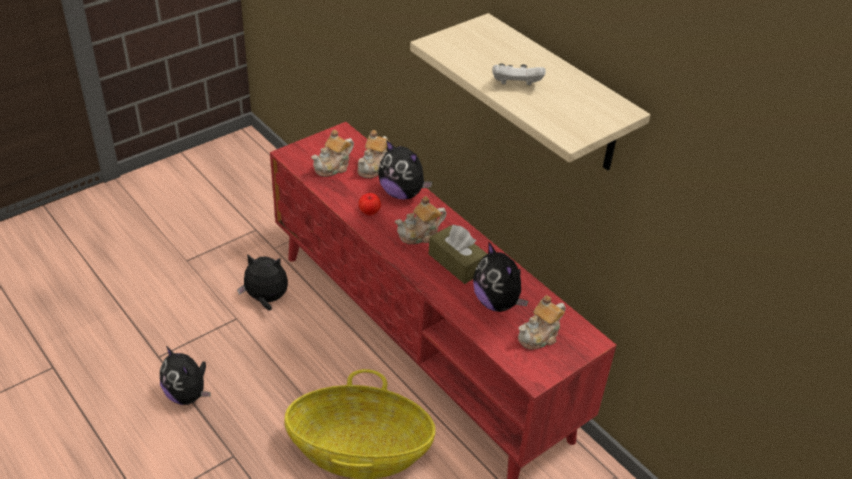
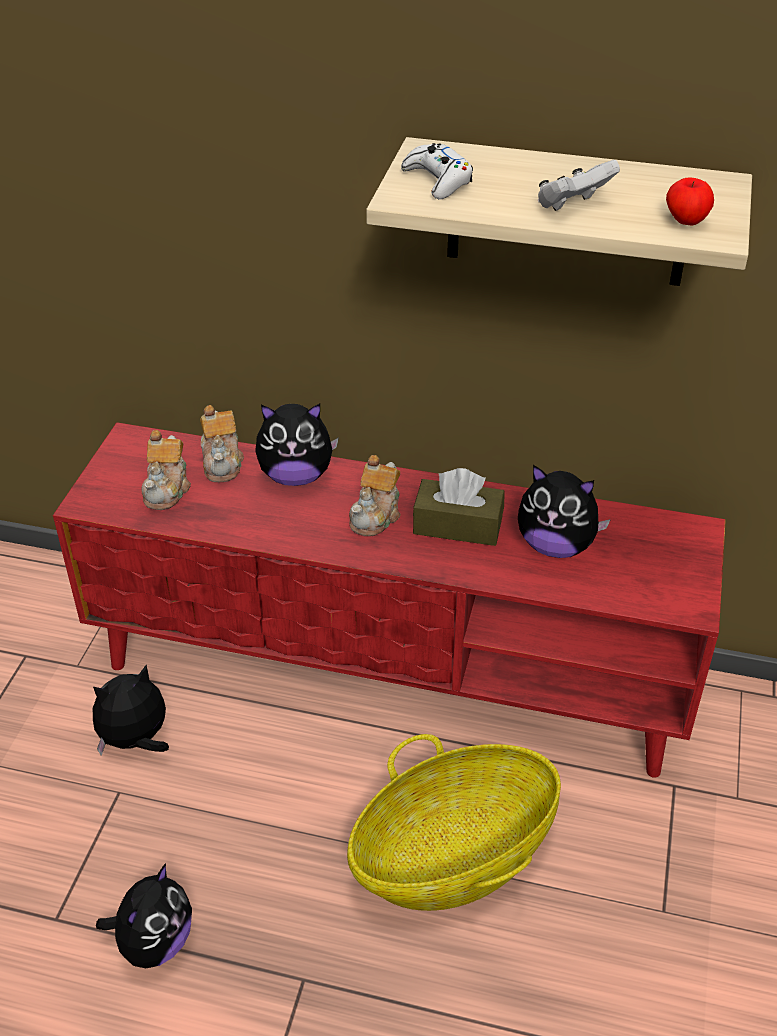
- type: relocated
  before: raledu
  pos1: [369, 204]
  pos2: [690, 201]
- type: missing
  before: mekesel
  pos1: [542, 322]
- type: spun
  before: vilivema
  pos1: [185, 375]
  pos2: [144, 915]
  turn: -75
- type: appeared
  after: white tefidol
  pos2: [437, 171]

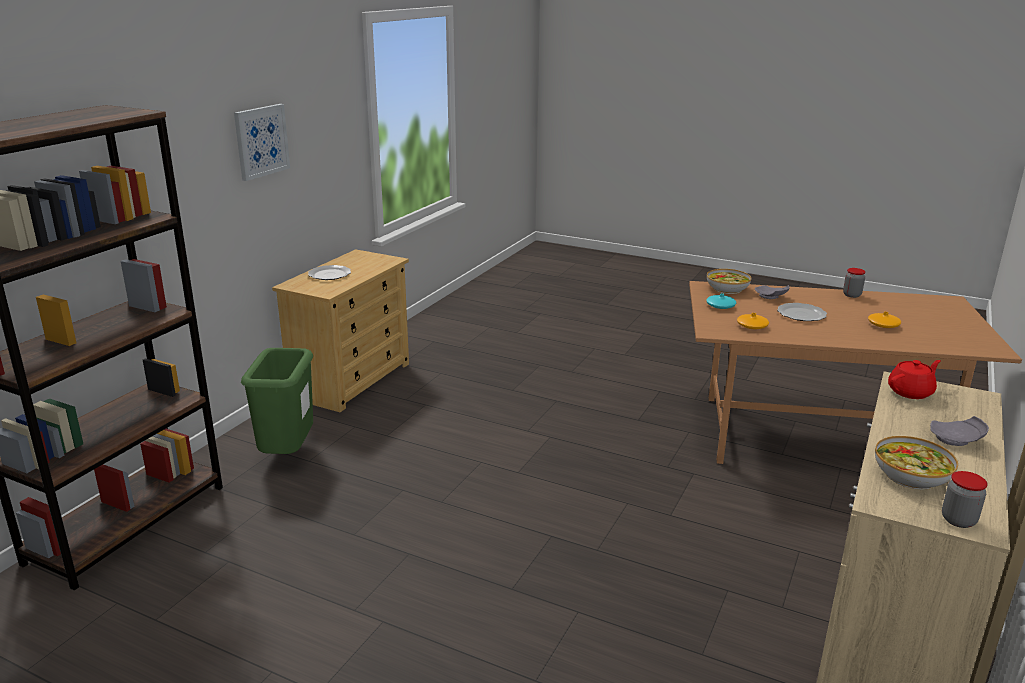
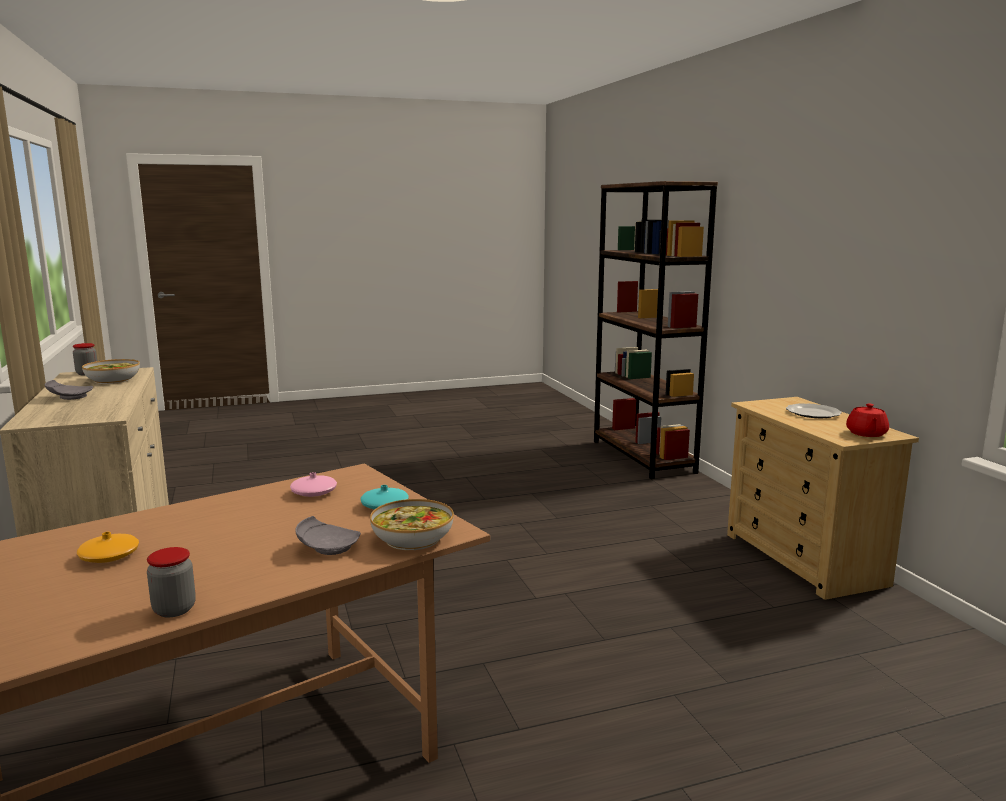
- type: missing
  before: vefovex
  pos1: [262, 142]
- type: missing
  before: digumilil
  pos1: [802, 312]
- type: colour
  before: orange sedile
  after: pink sedile
  pos1: [753, 321]
  pos2: [313, 484]
- type: missing
  before: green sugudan
  pos1: [277, 401]
- type: relocated
  before: red mekesel
  pos1: [914, 379]
  pos2: [867, 420]

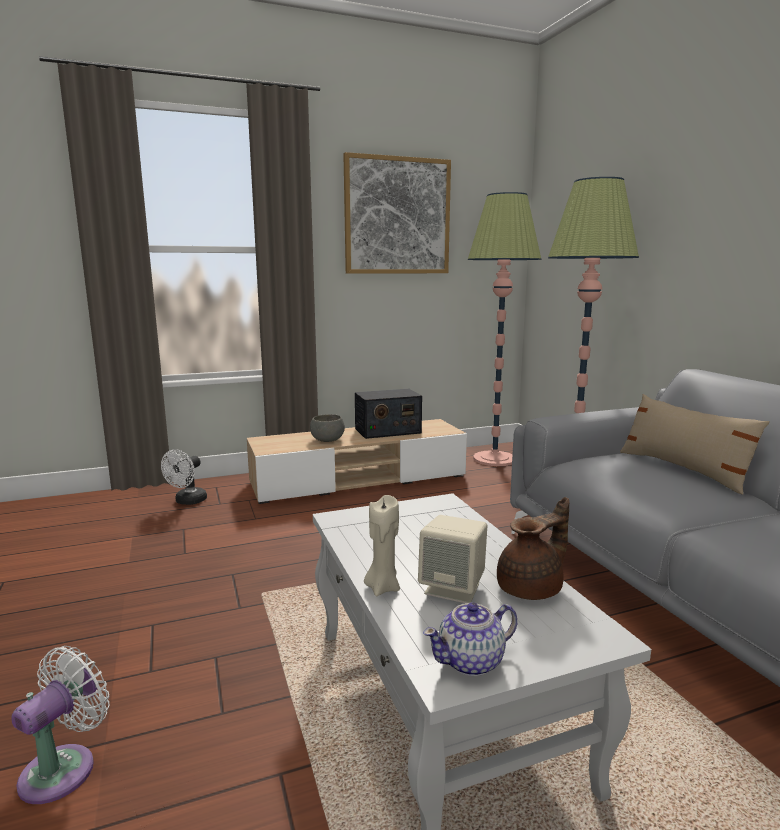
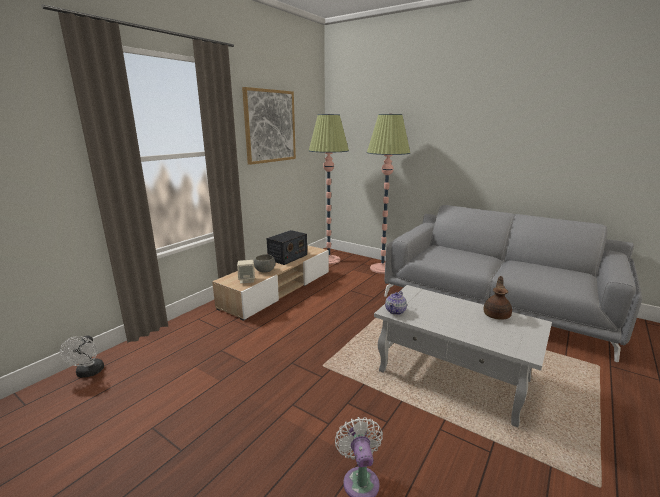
- type: missing
  before: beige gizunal
  pos1: [695, 444]
- type: relocated
  before: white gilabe
  pos1: [184, 477]
  pos2: [82, 356]
- type: missing
  before: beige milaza
  pos1: [382, 545]
- type: relocated
  before: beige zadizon
  pos1: [453, 559]
  pos2: [246, 272]
- type: relocated
  before: mekesel
  pos1: [470, 639]
  pos2: [396, 303]

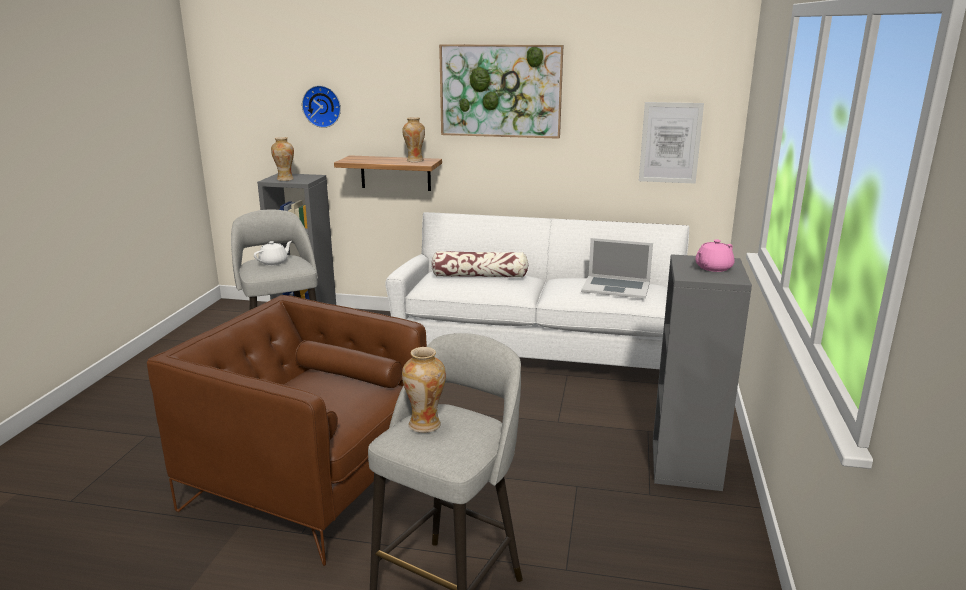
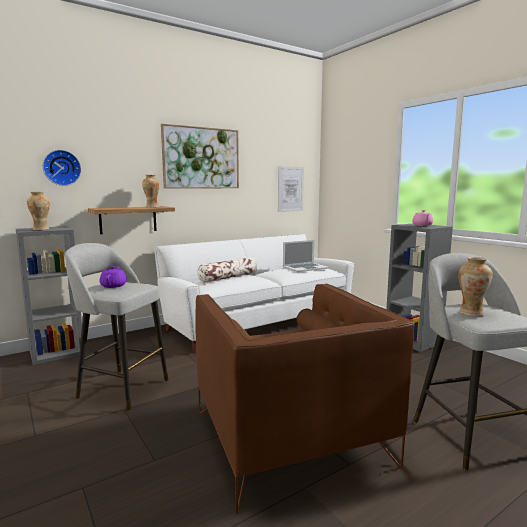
- type: colour
  before: white mekesel
  after: purple mekesel
  pos1: [273, 253]
  pos2: [113, 277]
- type: spun
  before: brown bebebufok
  pos1: [287, 430]
  pos2: [304, 398]
  turn: -90

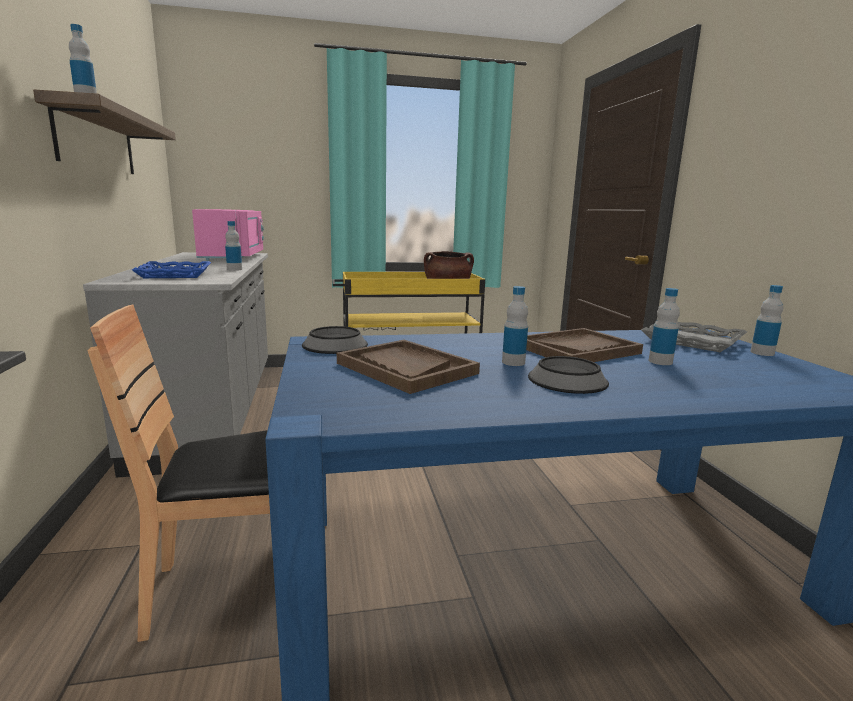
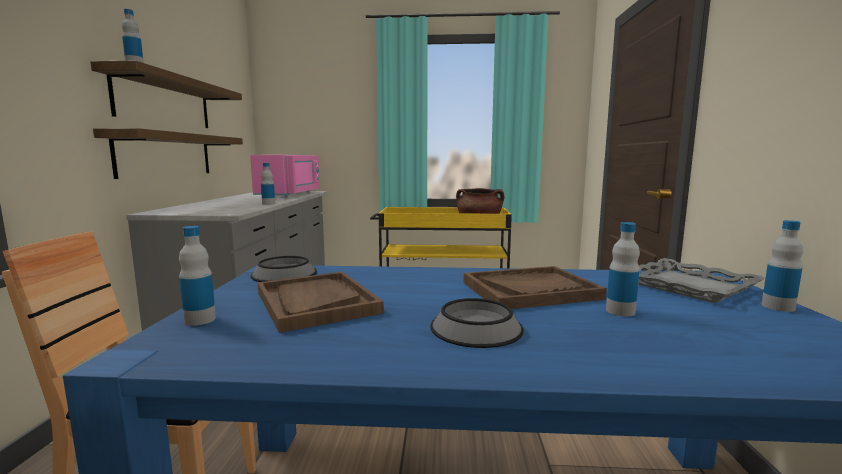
- type: missing
  before: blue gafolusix
  pos1: [171, 269]
- type: relocated
  before: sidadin
  pos1: [515, 326]
  pos2: [197, 276]
- type: appeared
  after: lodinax
  pos2: [168, 153]

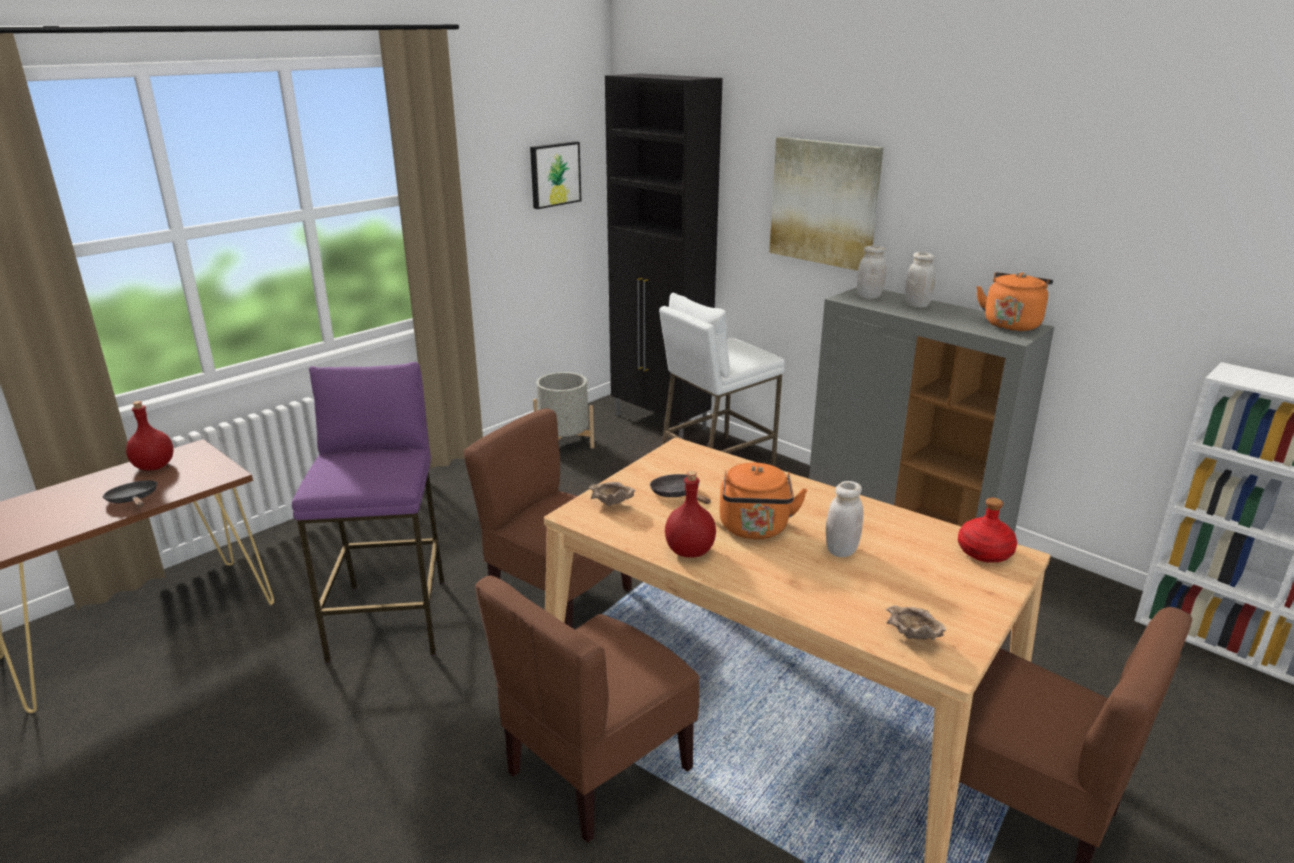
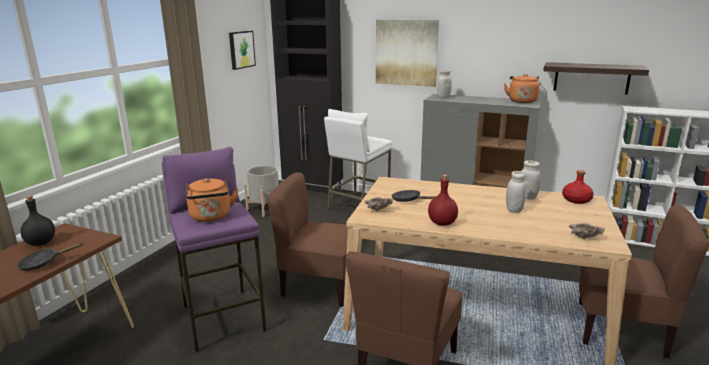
- type: relocated
  before: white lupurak
  pos1: [920, 279]
  pos2: [531, 179]
- type: colour
  before: red sidadin
  after: black sidadin
  pos1: [149, 435]
  pos2: [38, 221]
- type: relocated
  before: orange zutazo
  pos1: [763, 500]
  pos2: [212, 200]
- type: spun
  before: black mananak
  pos1: [130, 493]
  pos2: [50, 256]
  turn: -60
- type: appeared
  after: lodinax
  pos2: [596, 78]

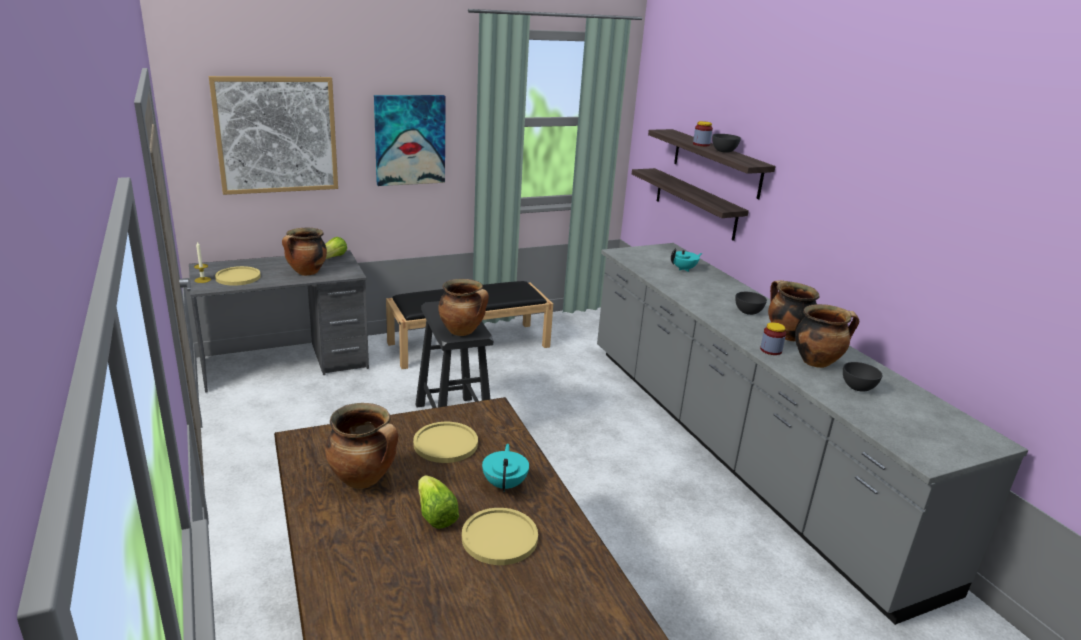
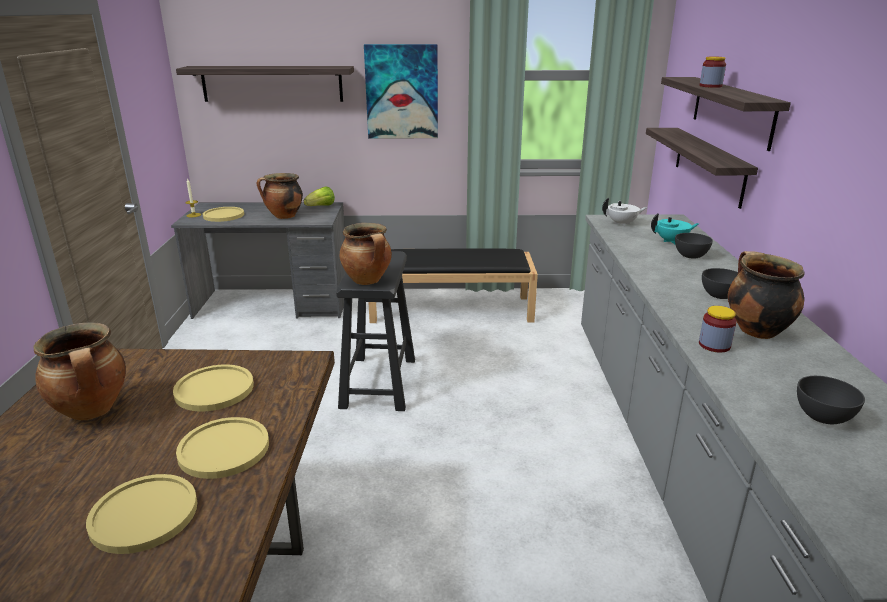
- type: exchanged
  before: vefovex
  after: lodinax
  pos1: [273, 135]
  pos2: [265, 84]
- type: relocated
  before: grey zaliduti
  pos1: [726, 143]
  pos2: [694, 246]
- type: missing
  before: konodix
  pos1: [827, 336]
- type: exchanged
  before: turquoise mekesel
  after: yellow digumilil
  pos1: [505, 468]
  pos2: [222, 448]
- type: missing
  before: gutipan
  pos1: [438, 502]
- type: appeared
  after: white mekesel
  pos2: [624, 212]

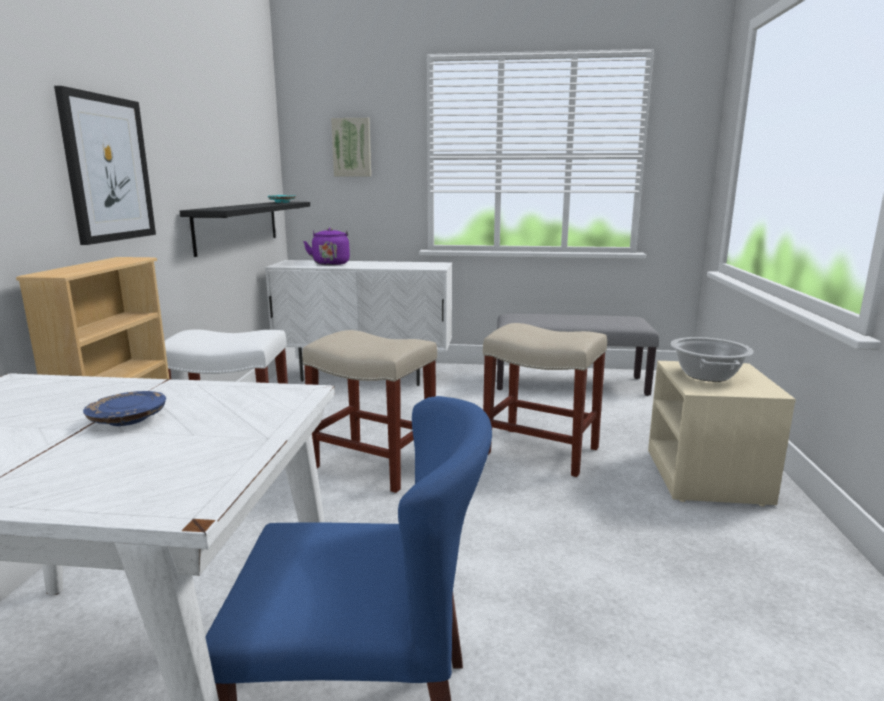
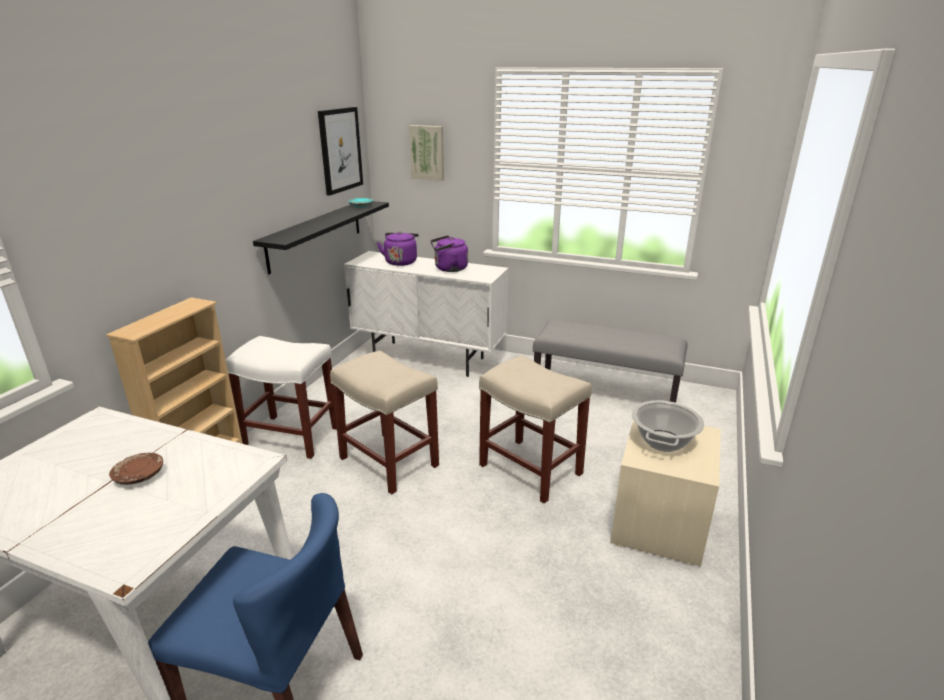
- type: relocated
  before: vefovex
  pos1: [105, 165]
  pos2: [340, 151]
- type: colour
  before: blue digumilil
  after: brown digumilil
  pos1: [124, 408]
  pos2: [136, 469]
- type: appeared
  after: purple zutazo
  pos2: [449, 253]

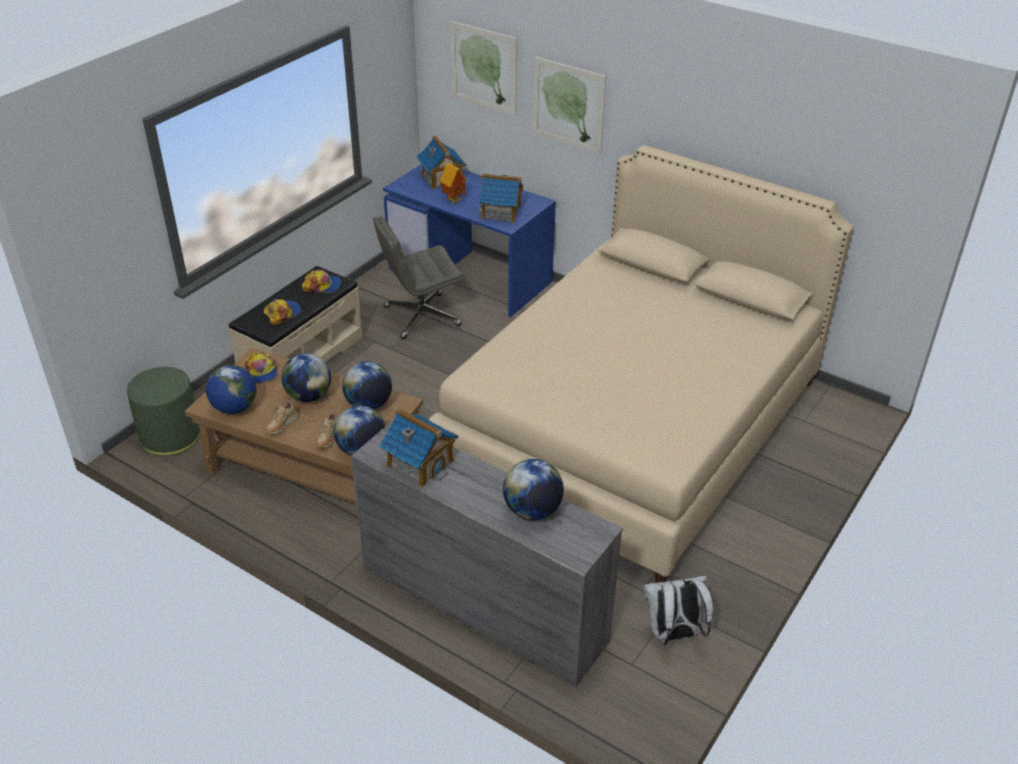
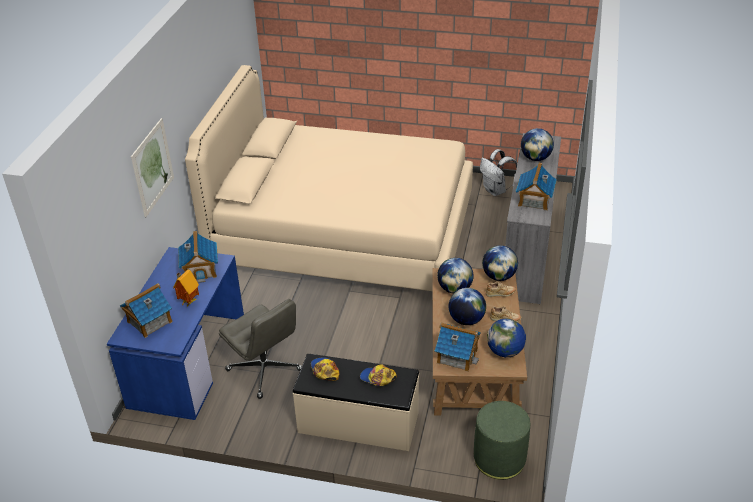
- type: missing
  before: vefovex
  pos1: [483, 68]
- type: exchanged
  before: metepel
  after: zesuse
  pos1: [261, 367]
  pos2: [458, 347]

